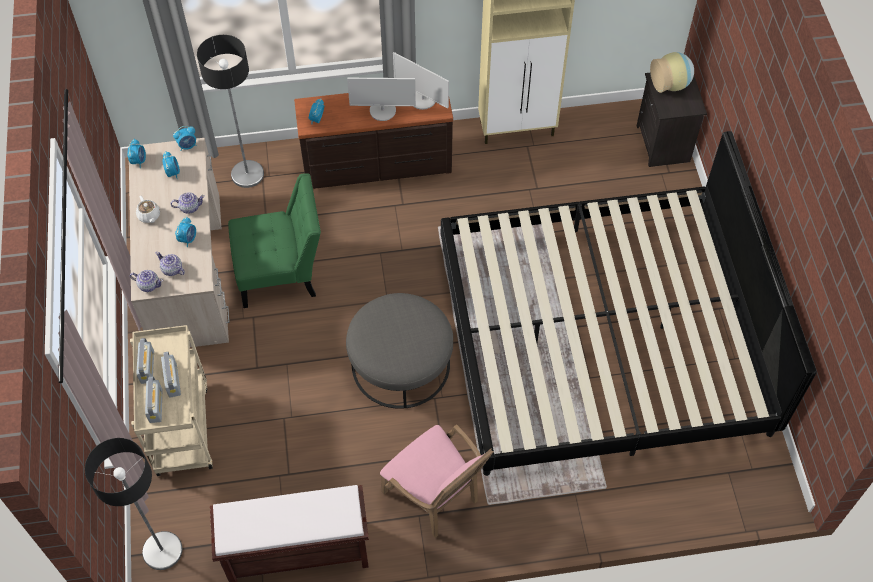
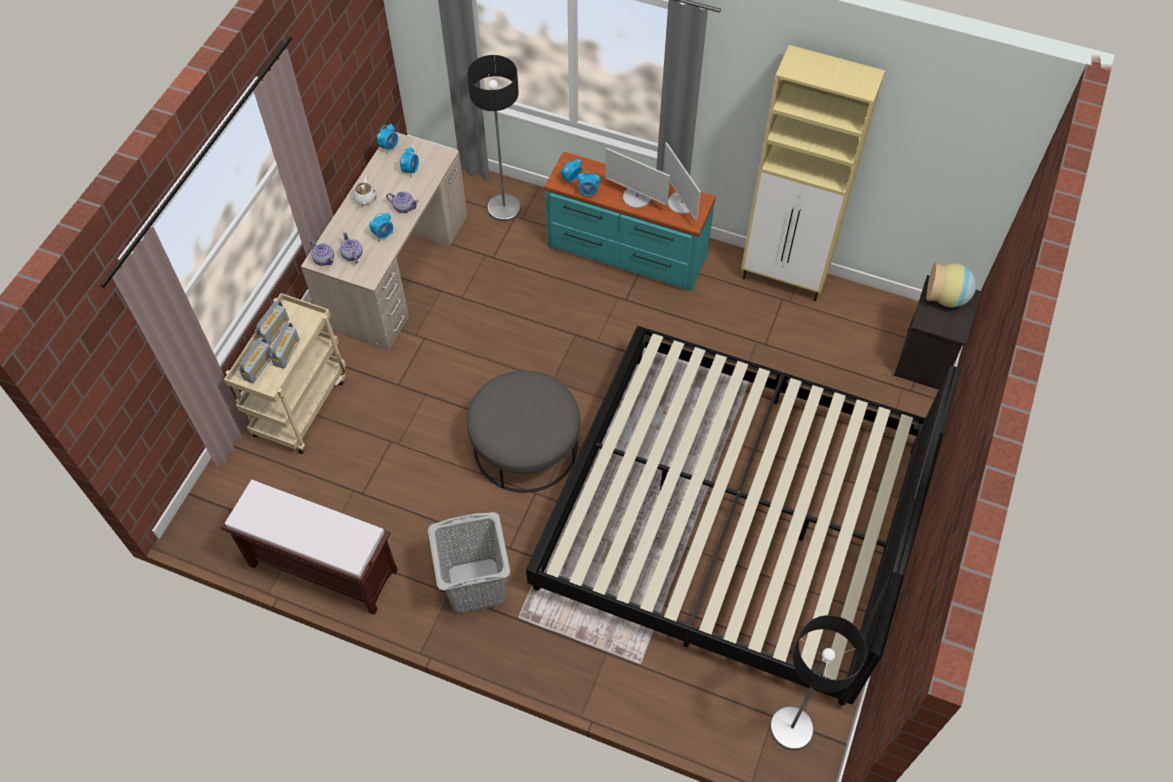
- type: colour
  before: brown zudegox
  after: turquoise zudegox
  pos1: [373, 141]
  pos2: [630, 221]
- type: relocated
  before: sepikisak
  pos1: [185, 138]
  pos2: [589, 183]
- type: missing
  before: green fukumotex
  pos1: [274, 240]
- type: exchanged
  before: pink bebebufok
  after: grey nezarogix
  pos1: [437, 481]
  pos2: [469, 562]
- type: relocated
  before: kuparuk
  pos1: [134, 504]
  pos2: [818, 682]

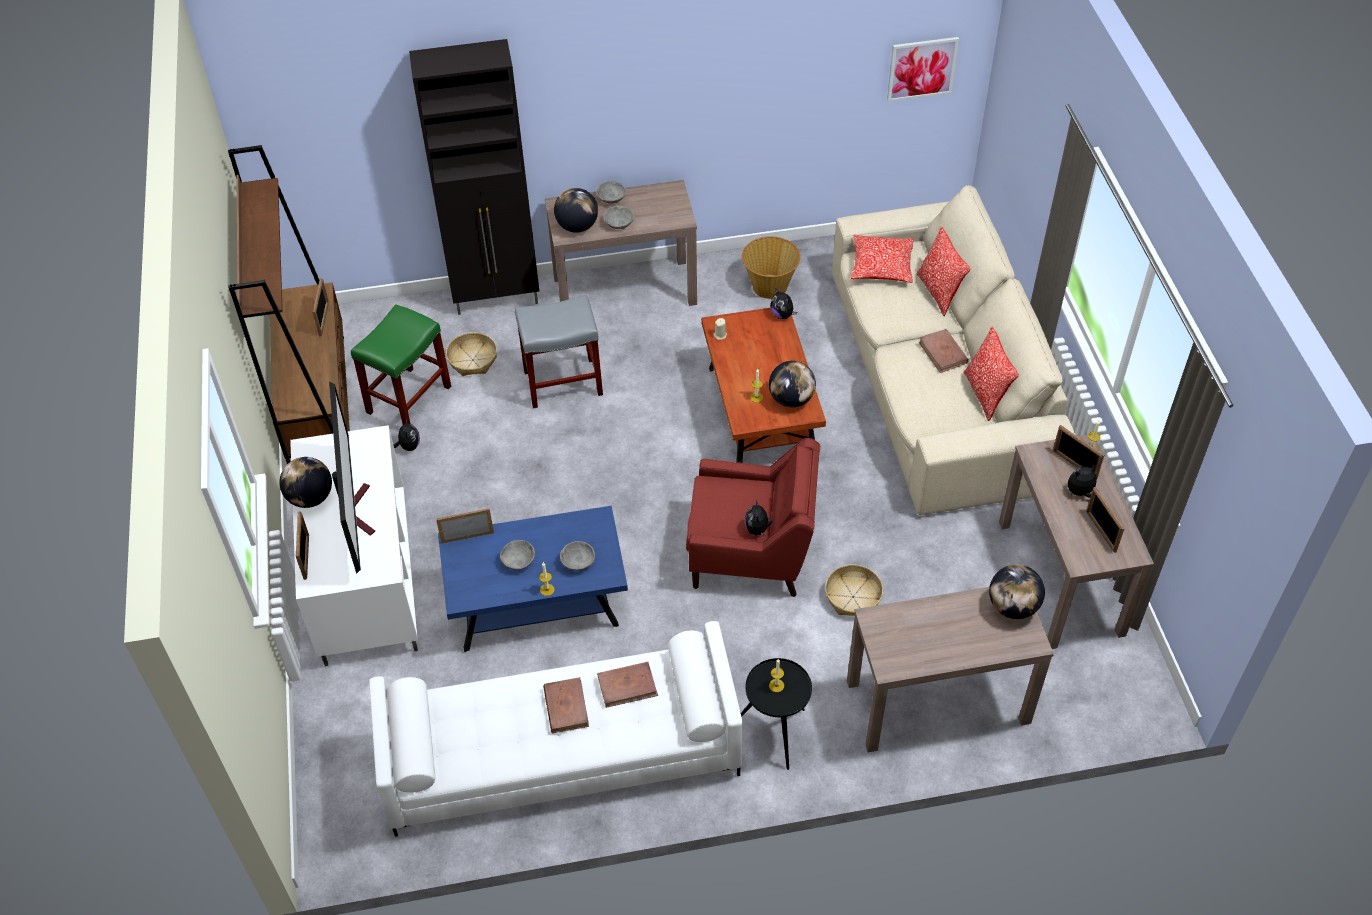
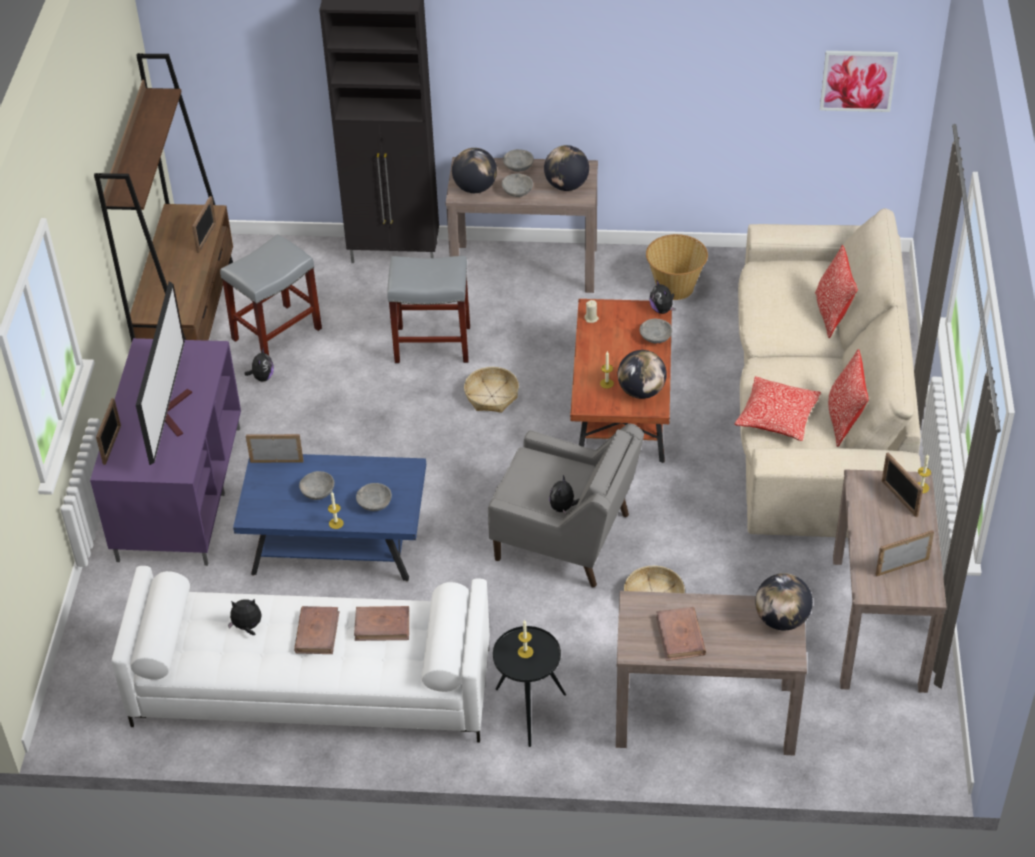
- type: relocated
  before: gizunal
  pos1: [882, 259]
  pos2: [778, 408]
- type: colour
  before: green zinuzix
  after: grey zinuzix
  pos1: [401, 364]
  pos2: [271, 294]
- type: relocated
  before: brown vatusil
  pos1: [944, 351]
  pos2: [681, 634]
- type: relocated
  before: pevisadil
  pos1: [471, 354]
  pos2: [491, 390]
- type: colour
  before: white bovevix
  after: purple bovevix
  pos1: [354, 545]
  pos2: [165, 452]
- type: colour
  before: red bebebufok
  after: grey bebebufok
  pos1: [753, 517]
  pos2: [566, 505]
- type: relocated
  before: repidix
  pos1: [305, 482]
  pos2: [566, 168]
- type: relocated
  before: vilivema
  pos1: [1082, 481]
  pos2: [245, 617]
- type: spun
  before: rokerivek
  pos1: [1105, 520]
  pos2: [905, 553]
  turn: 75
- type: appeared
  after: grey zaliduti
  pos2: [656, 331]

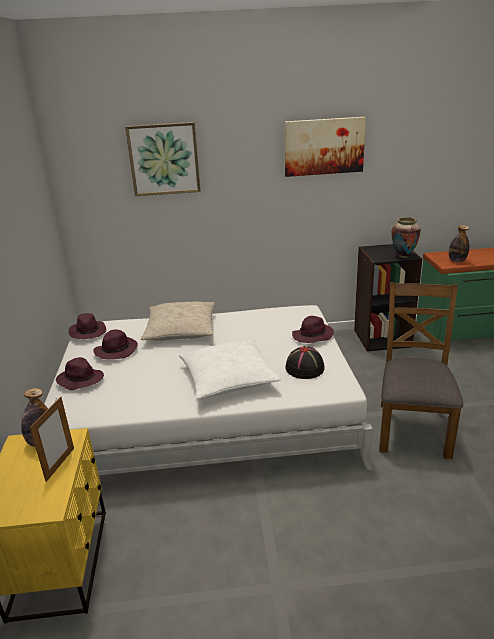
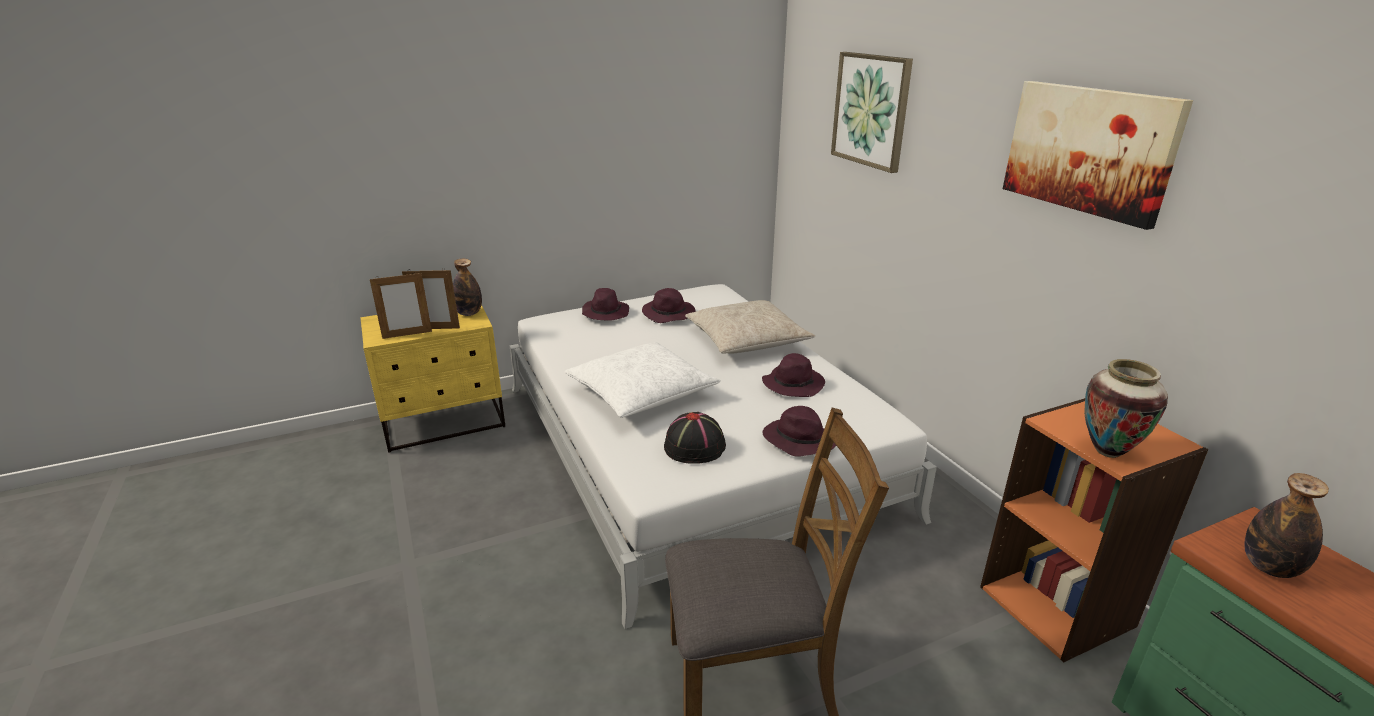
- type: colour
  before: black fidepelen
  after: orange fidepelen
  pos1: [388, 298]
  pos2: [1094, 530]
- type: relocated
  before: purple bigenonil
  pos1: [87, 326]
  pos2: [793, 375]
- type: appeared
  after: rokerivek
  pos2: [401, 305]

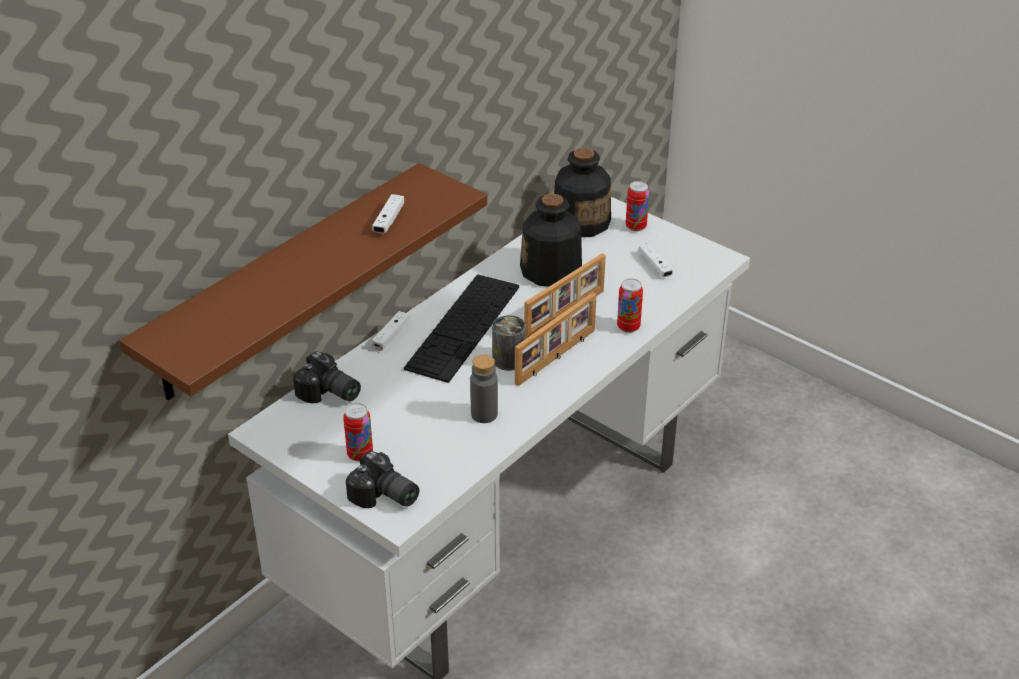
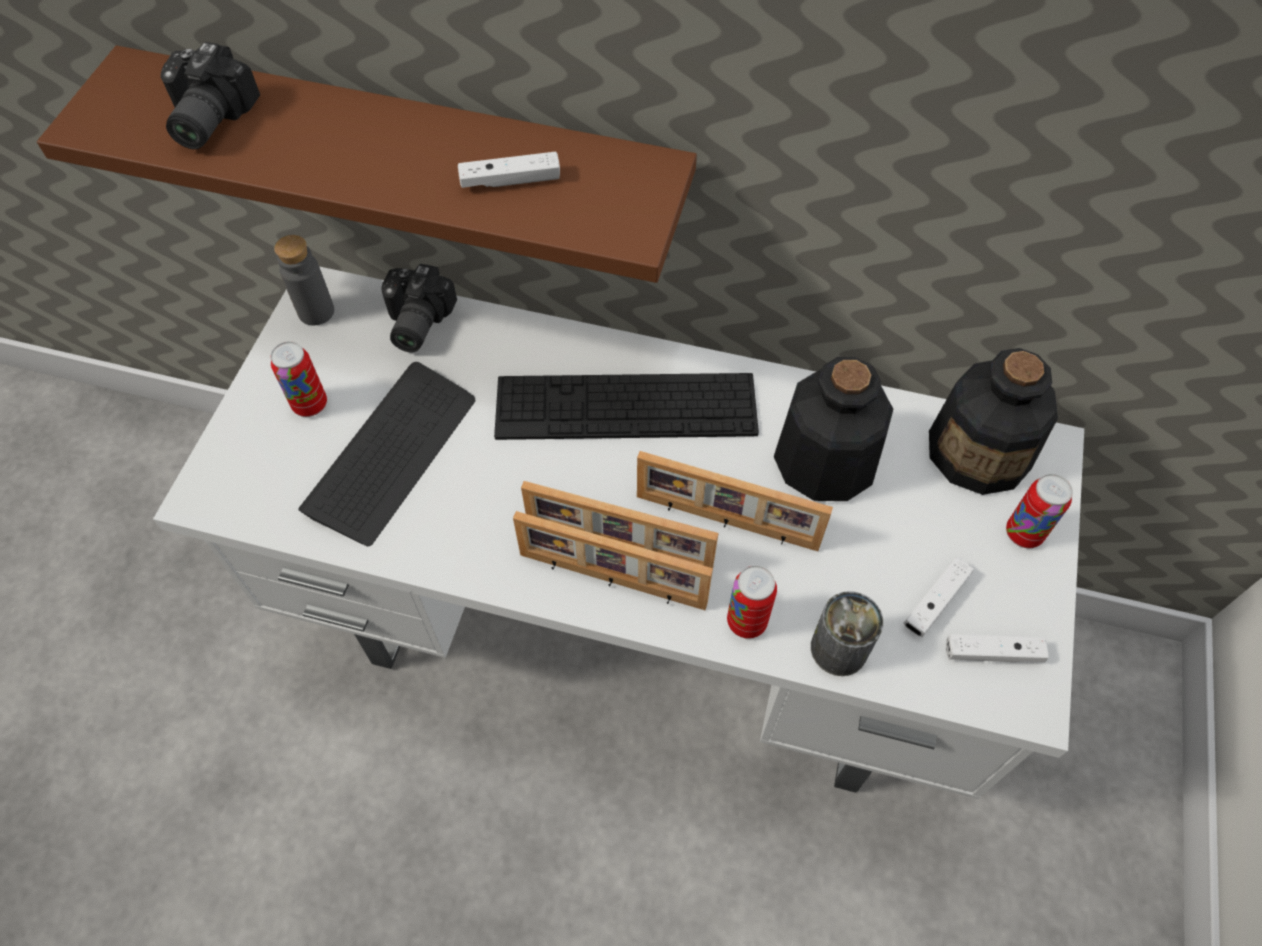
- type: relocated
  before: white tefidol
  pos1: [391, 331]
  pos2: [997, 648]
- type: relocated
  before: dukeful
  pos1: [509, 343]
  pos2: [847, 633]
- type: relocated
  before: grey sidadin
  pos1: [484, 389]
  pos2: [304, 280]
- type: relocated
  before: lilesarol
  pos1: [382, 479]
  pos2: [210, 95]
- type: appeared
  after: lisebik
  pos2: [386, 454]
- type: appeared
  after: rokerivek
  pos2: [613, 560]

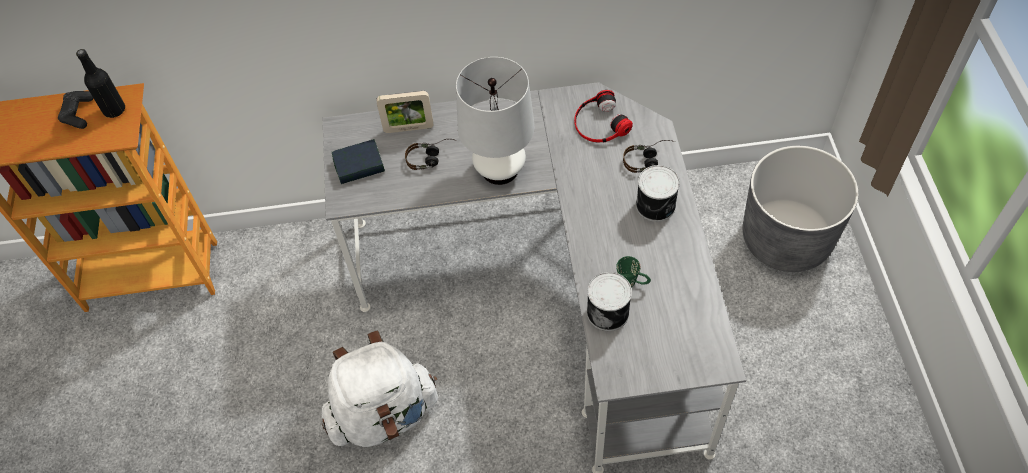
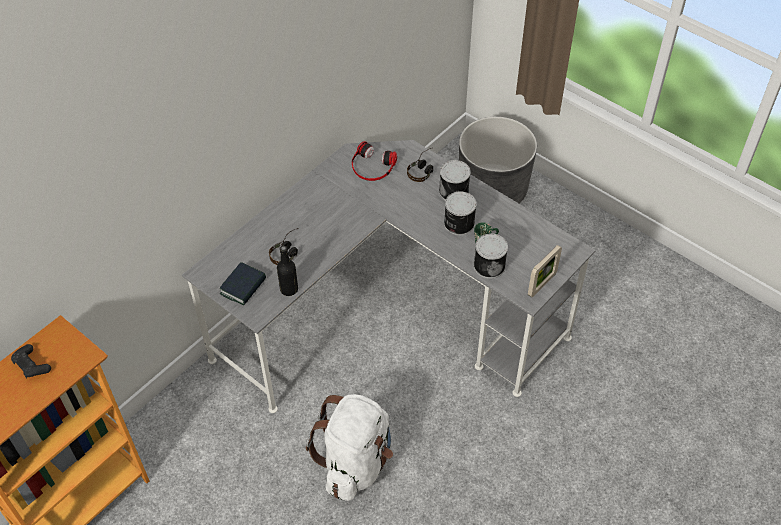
- type: relocated
  before: black sidadin
  pos1: [100, 83]
  pos2: [287, 271]
- type: missing
  before: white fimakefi
  pos1: [495, 121]
- type: relocated
  before: rokerivek
  pos1: [405, 112]
  pos2: [545, 271]
- type: appeared
  after: dukeful
  pos2: [460, 213]

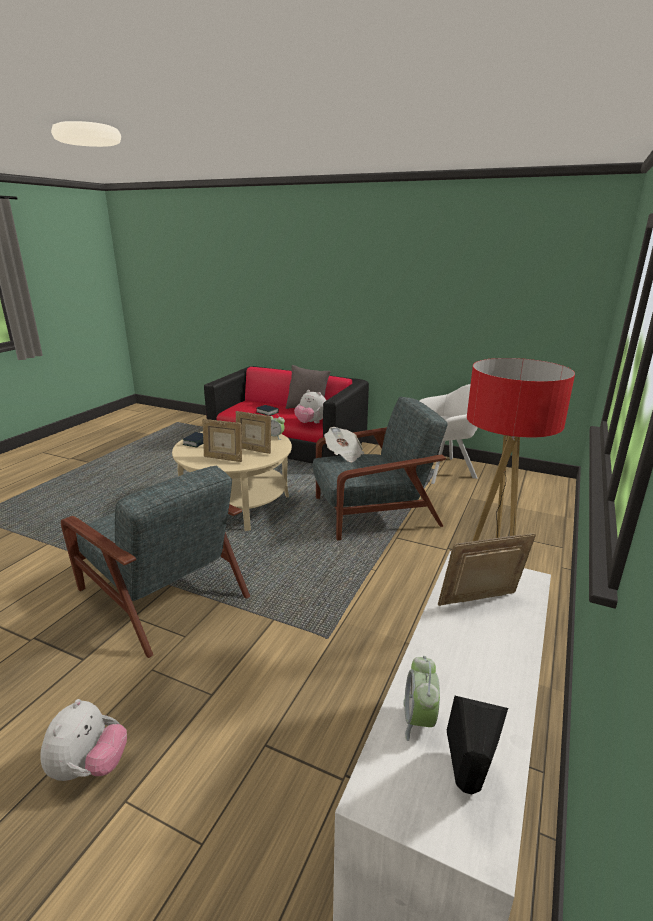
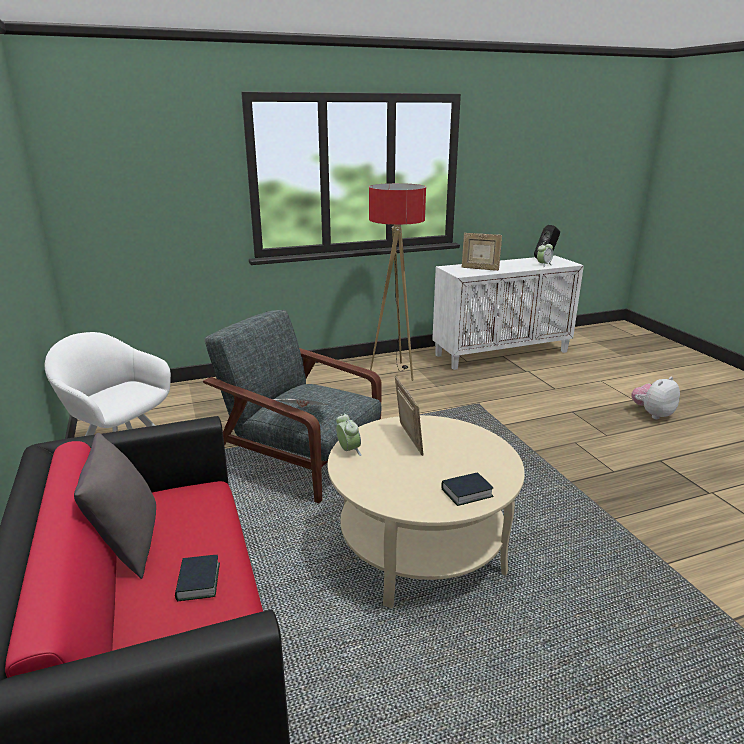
- type: missing
  before: vilivema
  pos1: [310, 406]
- type: missing
  before: rokerivek
  pos1: [222, 440]
- type: missing
  before: grey bebebufok
  pos1: [155, 562]

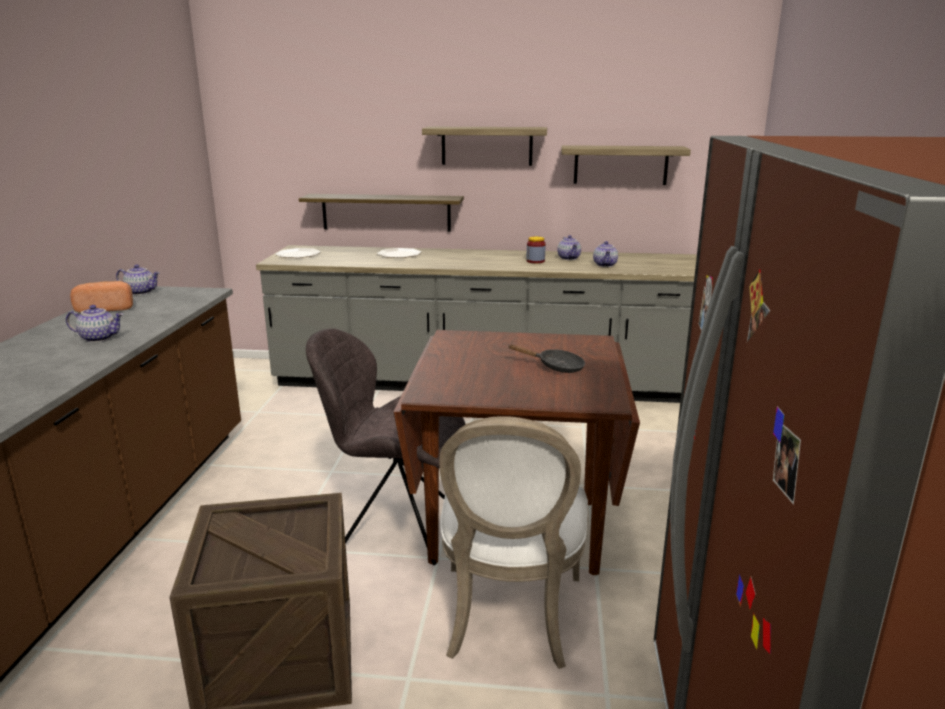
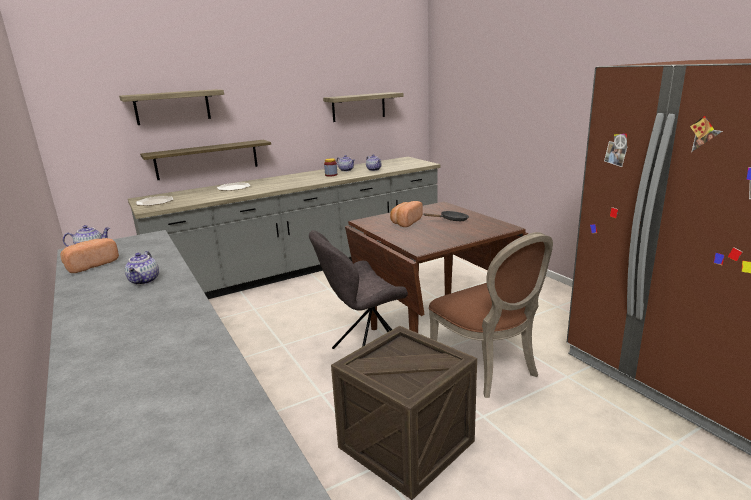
- type: relocated
  before: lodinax
  pos1: [484, 146]
  pos2: [171, 107]
- type: spun
  before: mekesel
  pos1: [95, 323]
  pos2: [142, 268]
  turn: 120
- type: colour
  before: white fukumotex
  after: brown fukumotex
  pos1: [513, 542]
  pos2: [491, 315]
- type: appeared
  after: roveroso
  pos2: [406, 214]

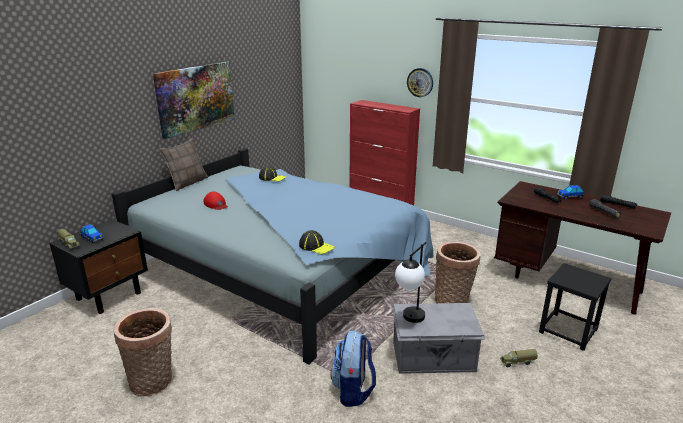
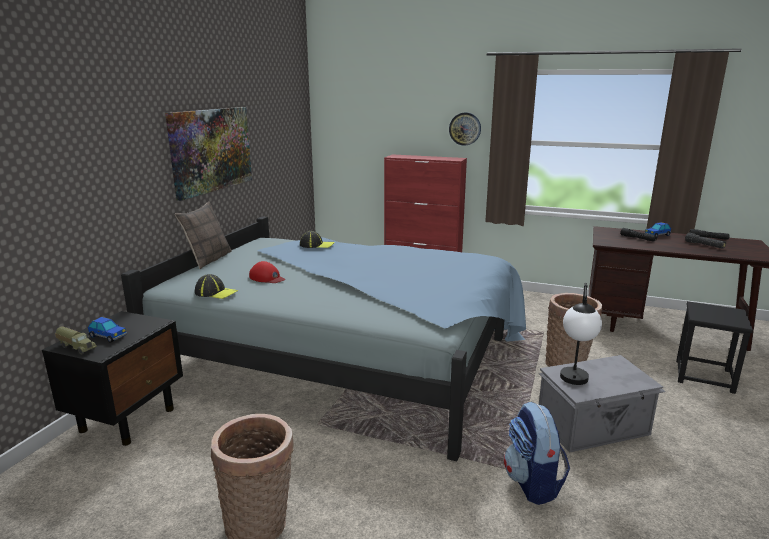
- type: relocated
  before: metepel
  pos1: [317, 242]
  pos2: [216, 286]
- type: missing
  before: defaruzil
  pos1: [519, 358]

